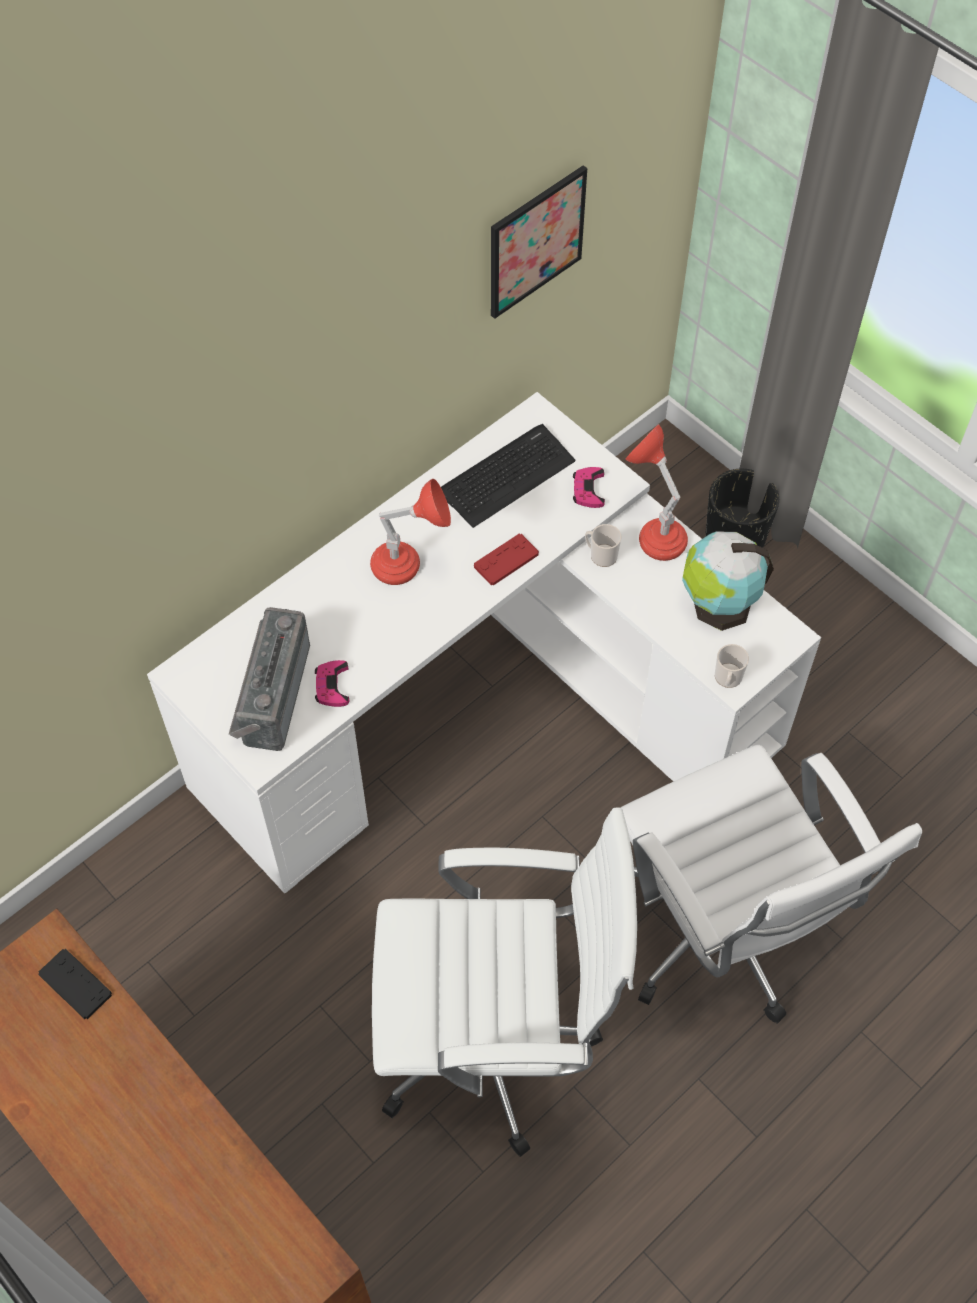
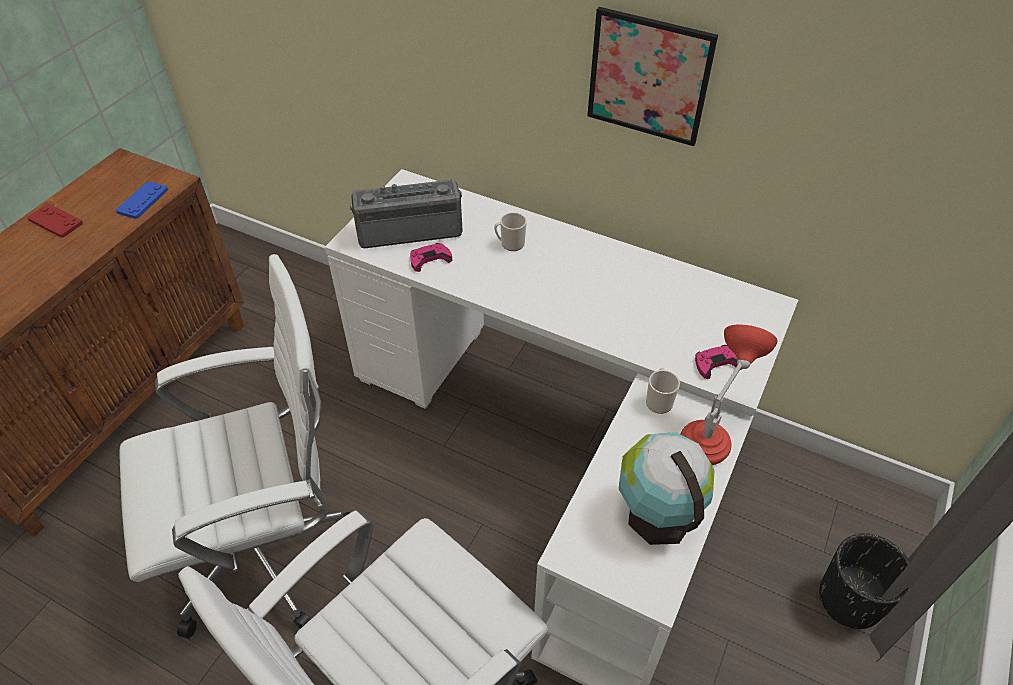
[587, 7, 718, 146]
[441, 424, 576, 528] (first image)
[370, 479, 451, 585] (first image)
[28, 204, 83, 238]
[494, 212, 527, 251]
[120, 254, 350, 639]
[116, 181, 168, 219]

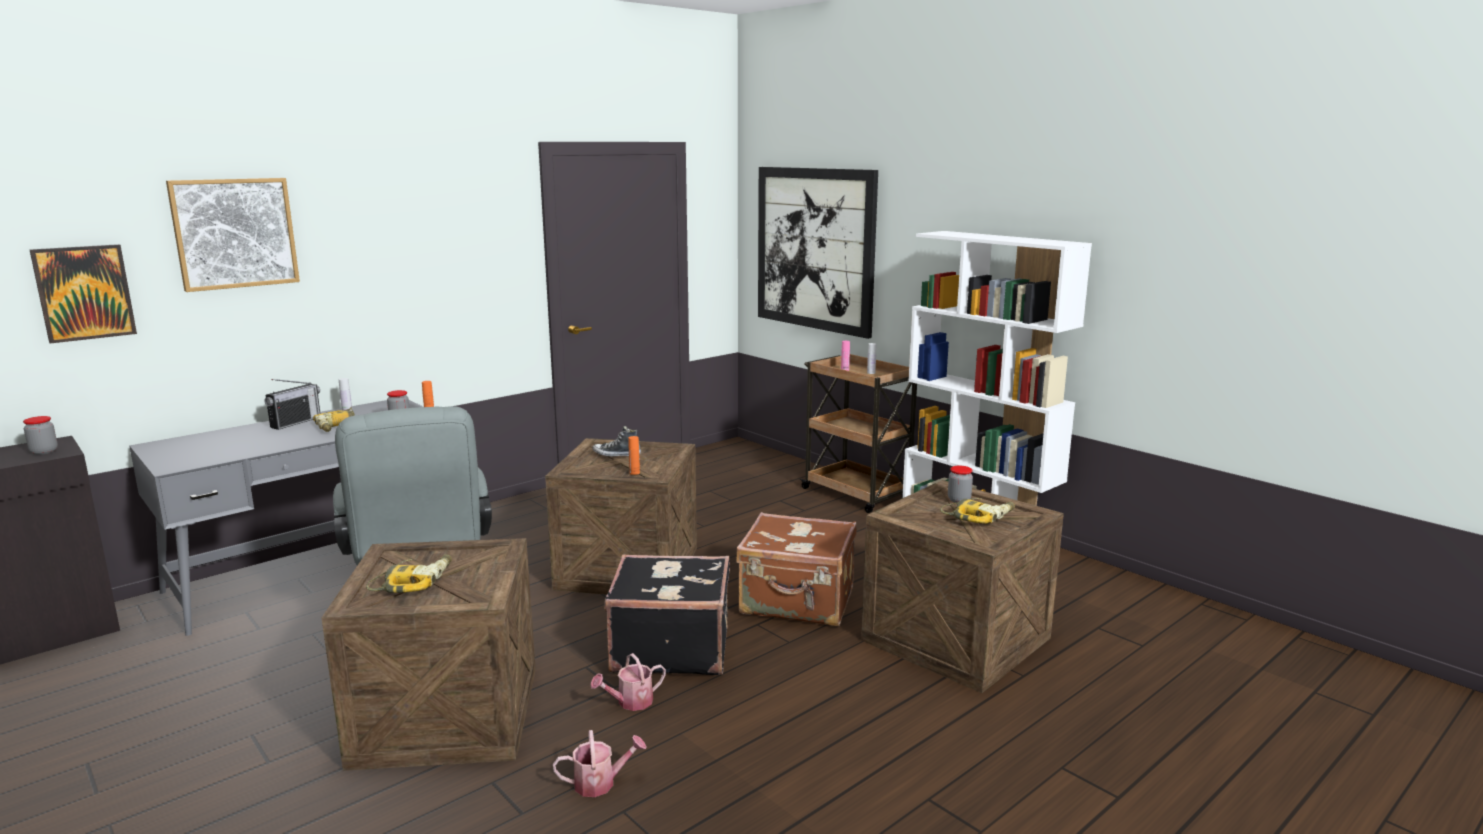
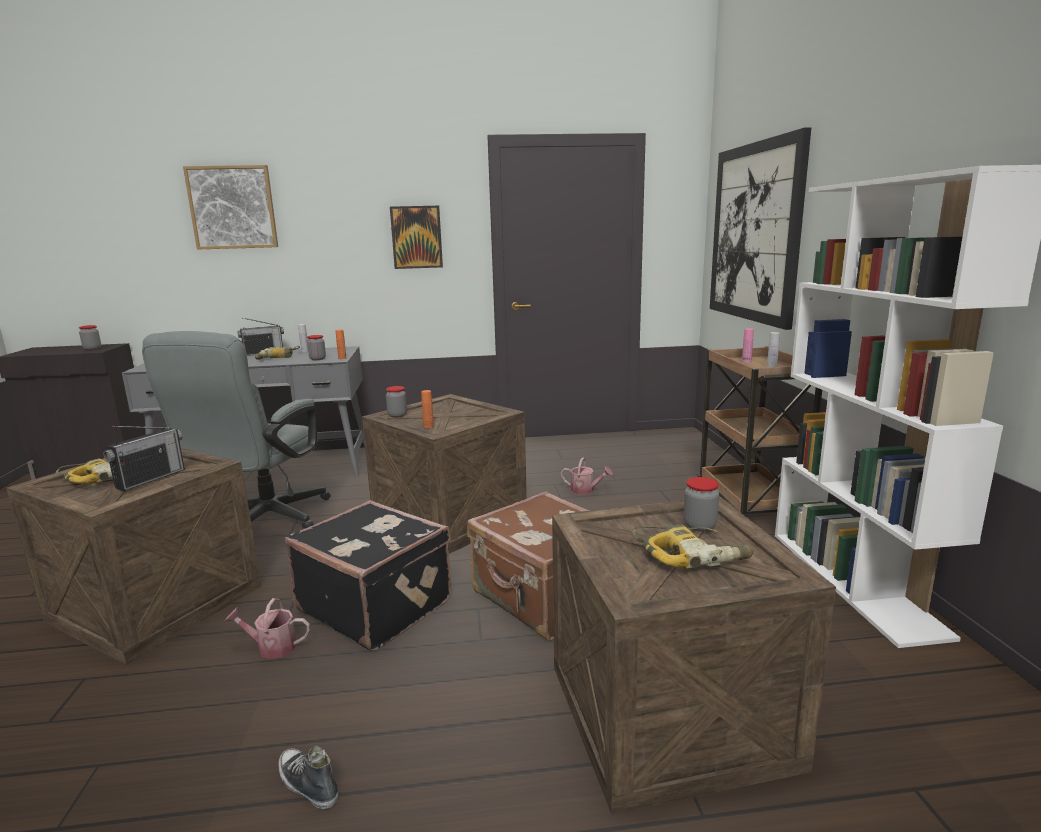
[390, 206, 443, 269]
[278, 746, 339, 809]
[561, 457, 613, 494]
[386, 386, 407, 418]
[104, 426, 185, 491]

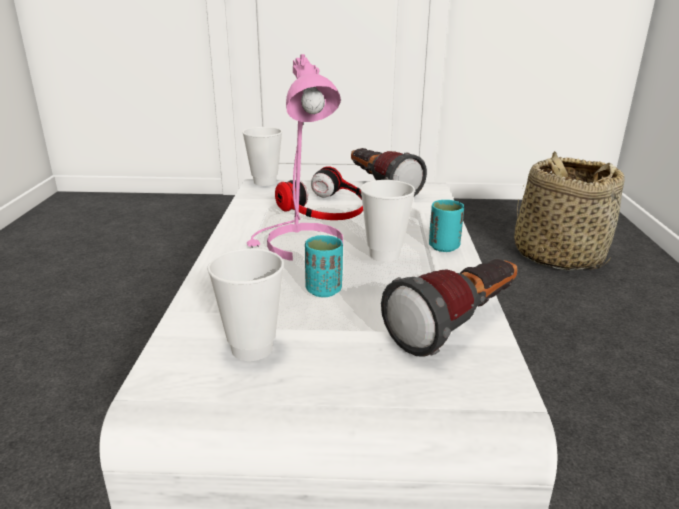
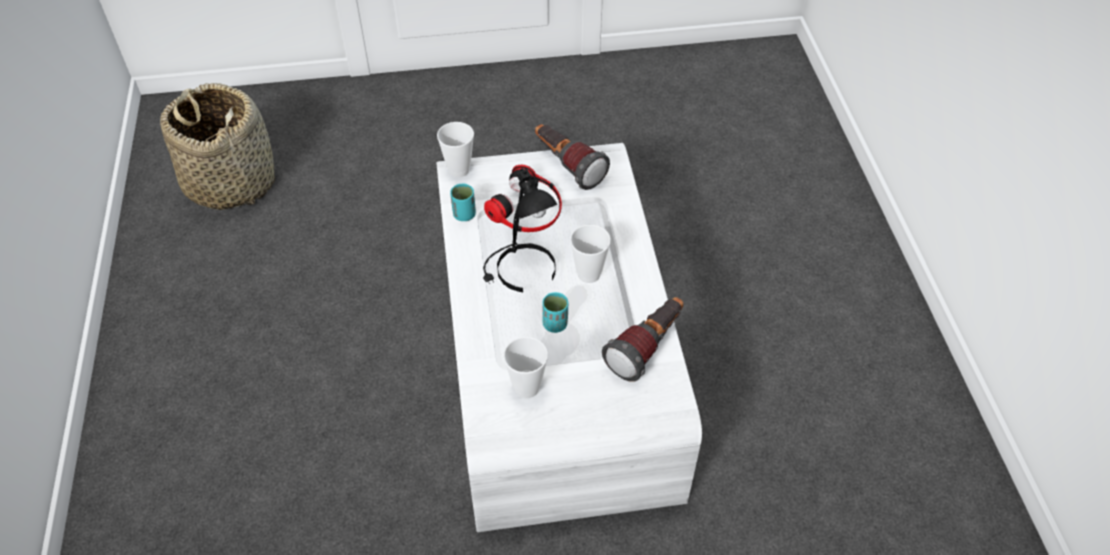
[483, 169, 557, 292]
[160, 83, 275, 210]
[450, 183, 476, 221]

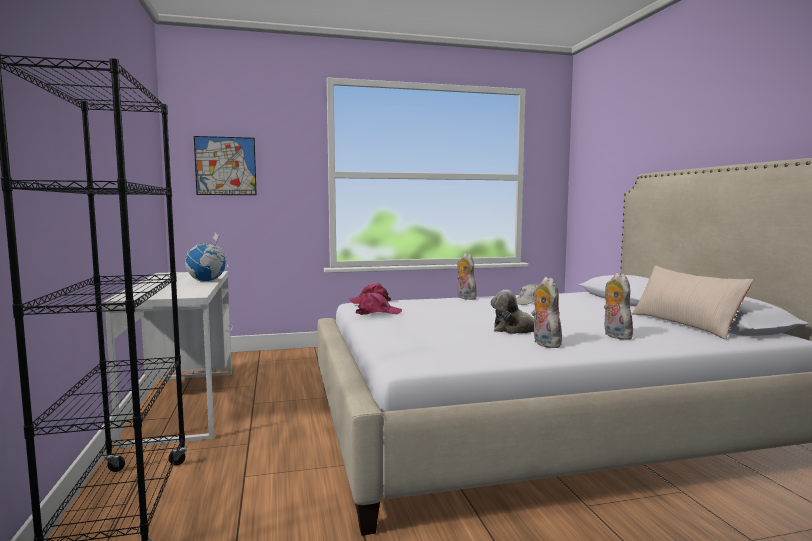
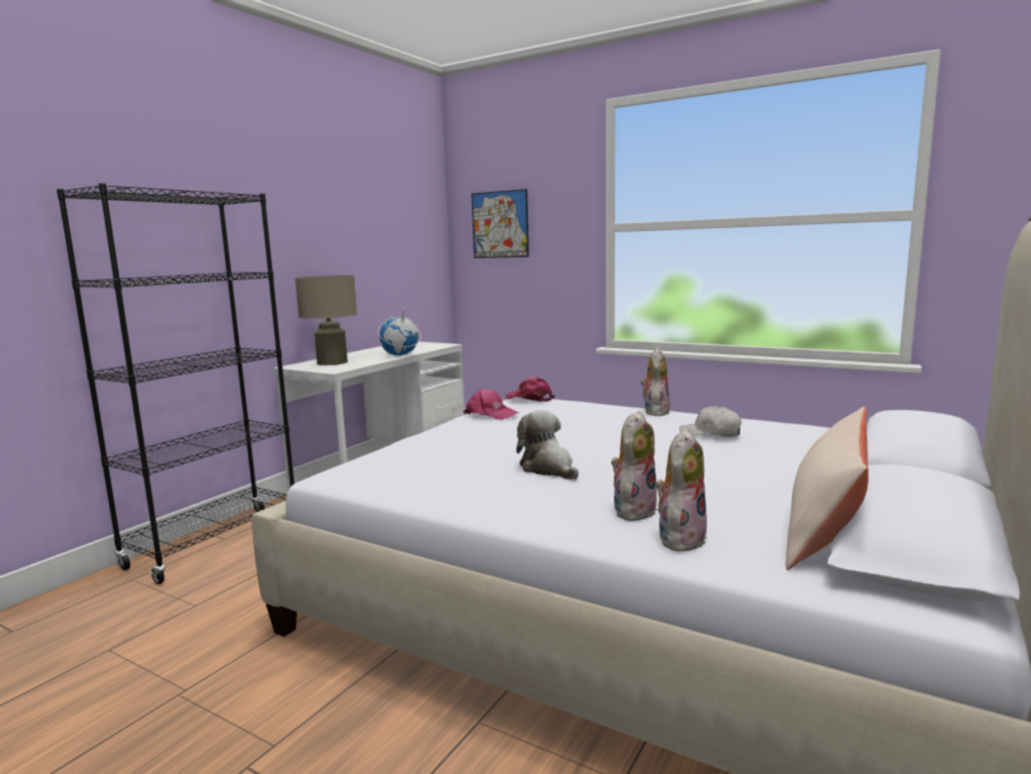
[655, 429, 707, 552]
[295, 275, 357, 365]

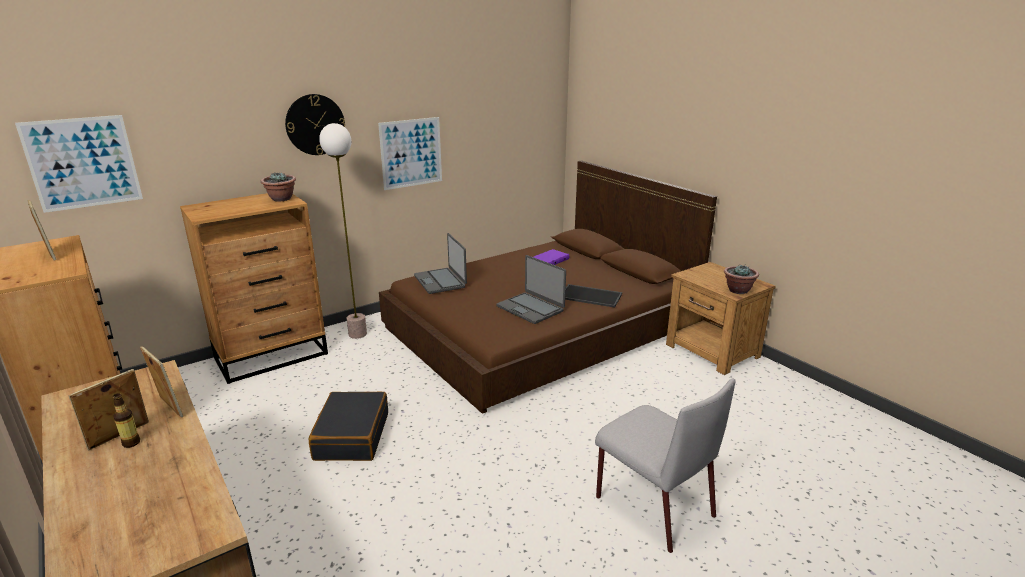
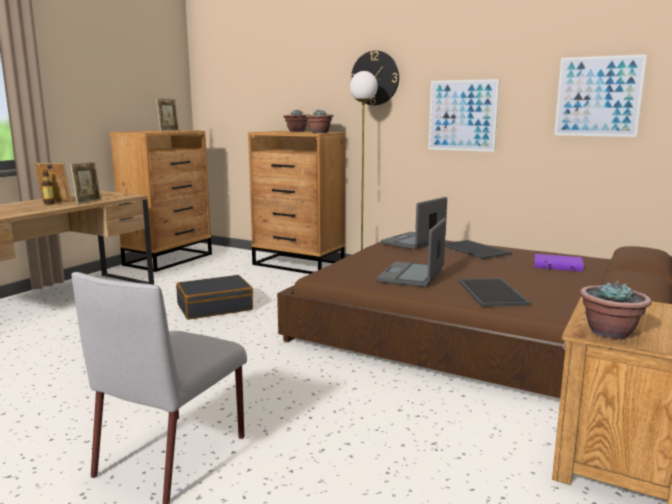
[554, 54, 647, 137]
[283, 110, 309, 132]
[445, 240, 512, 259]

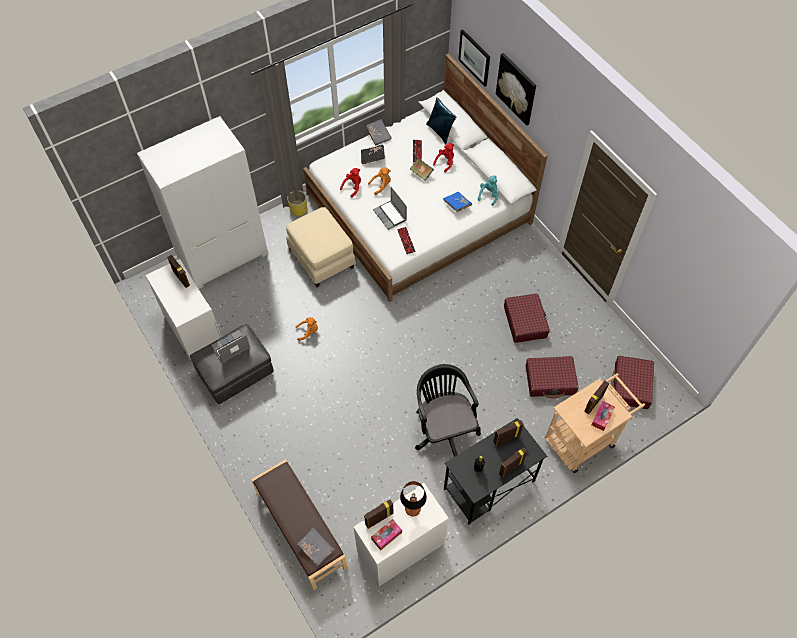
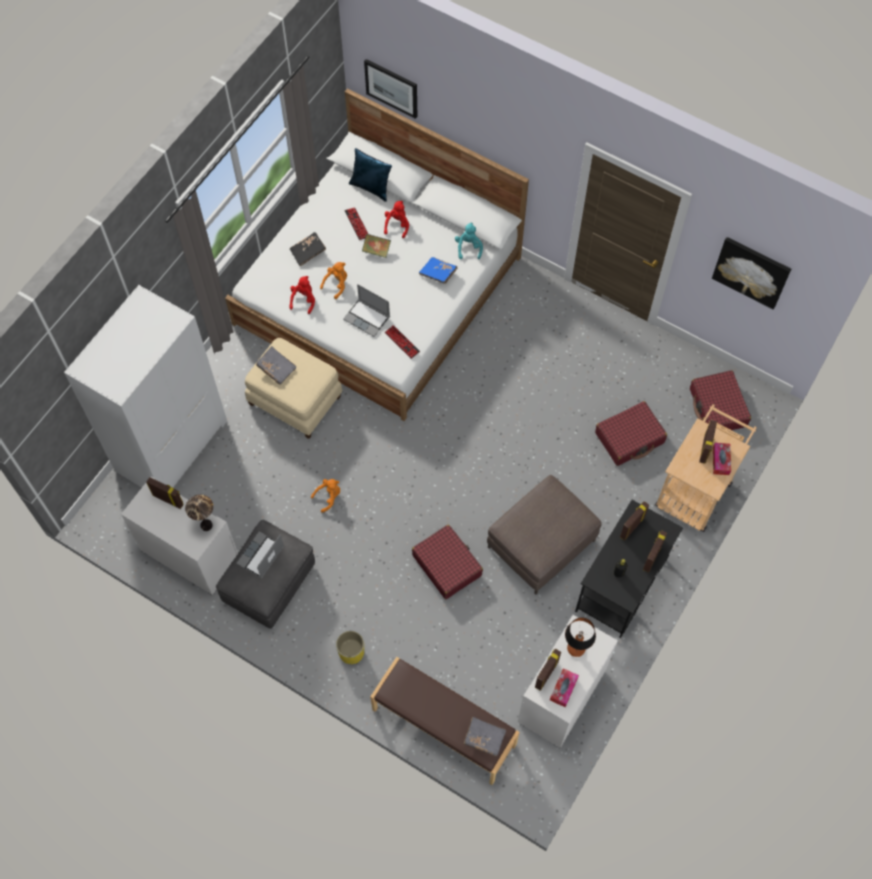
[712, 237, 791, 309]
[256, 346, 296, 385]
[336, 630, 364, 664]
[412, 525, 483, 599]
[487, 475, 602, 595]
[185, 495, 213, 531]

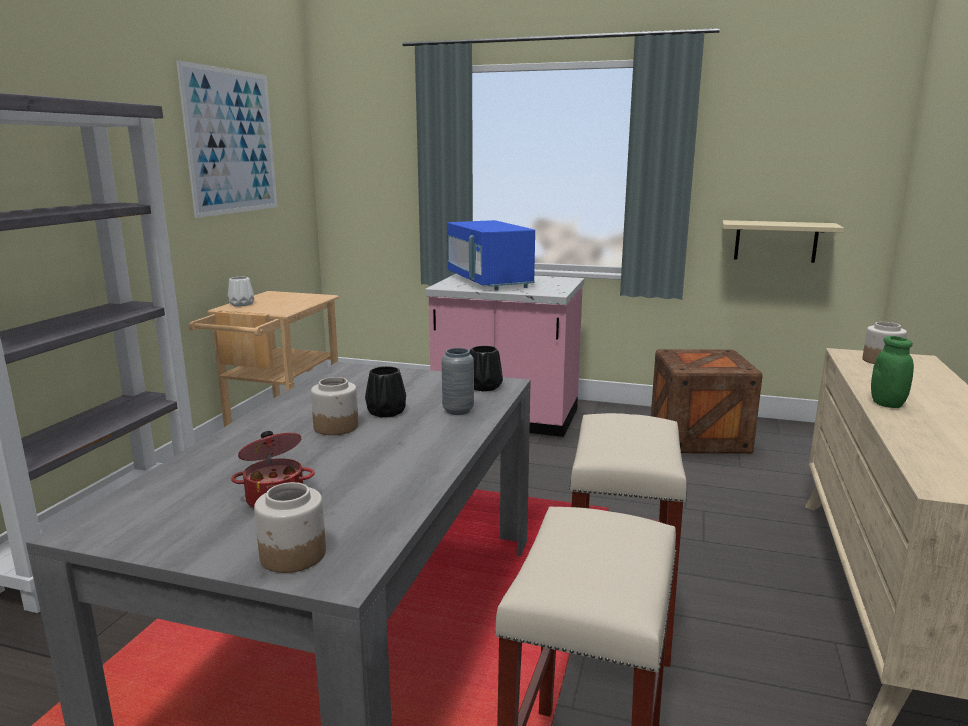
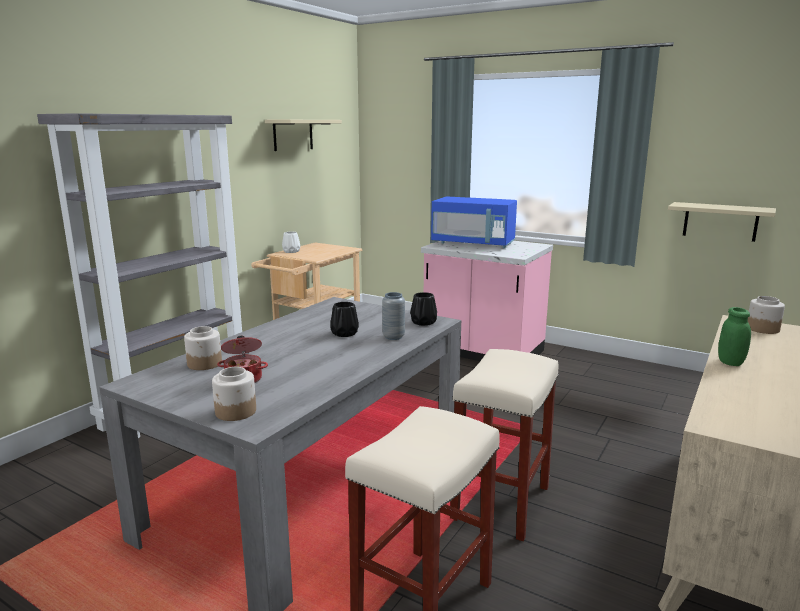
[265, 120, 342, 151]
[431, 196, 517, 248]
[651, 349, 763, 454] (first image)
[184, 326, 222, 370]

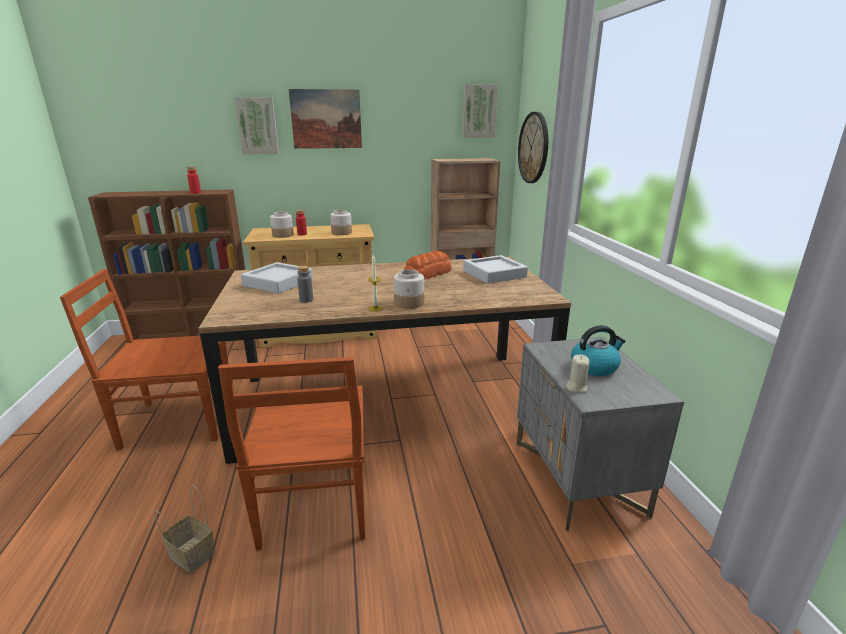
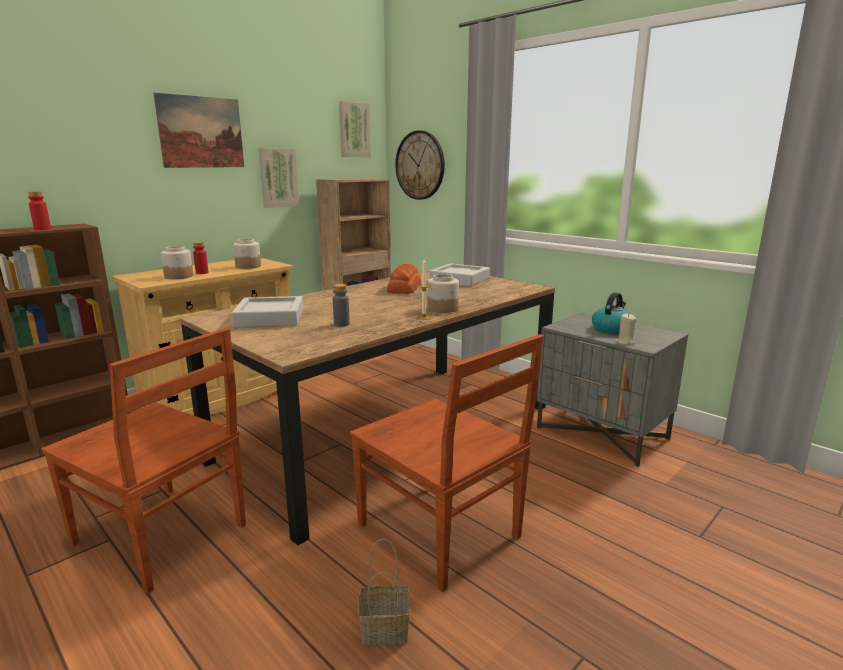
[259, 148, 299, 208]
[41, 328, 246, 594]

